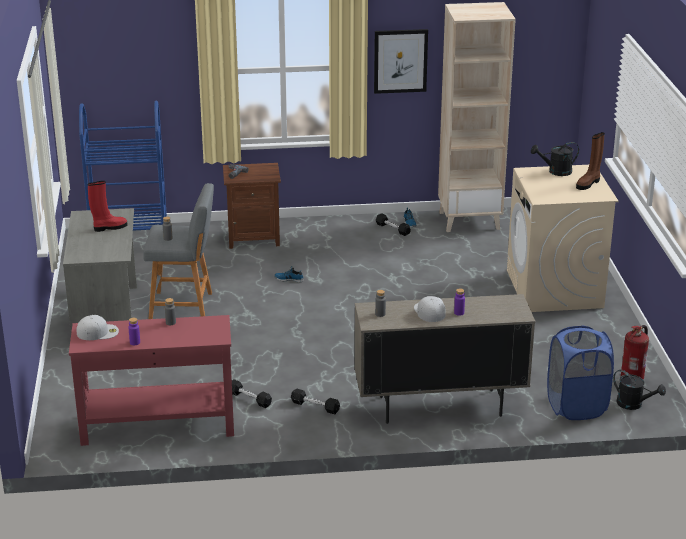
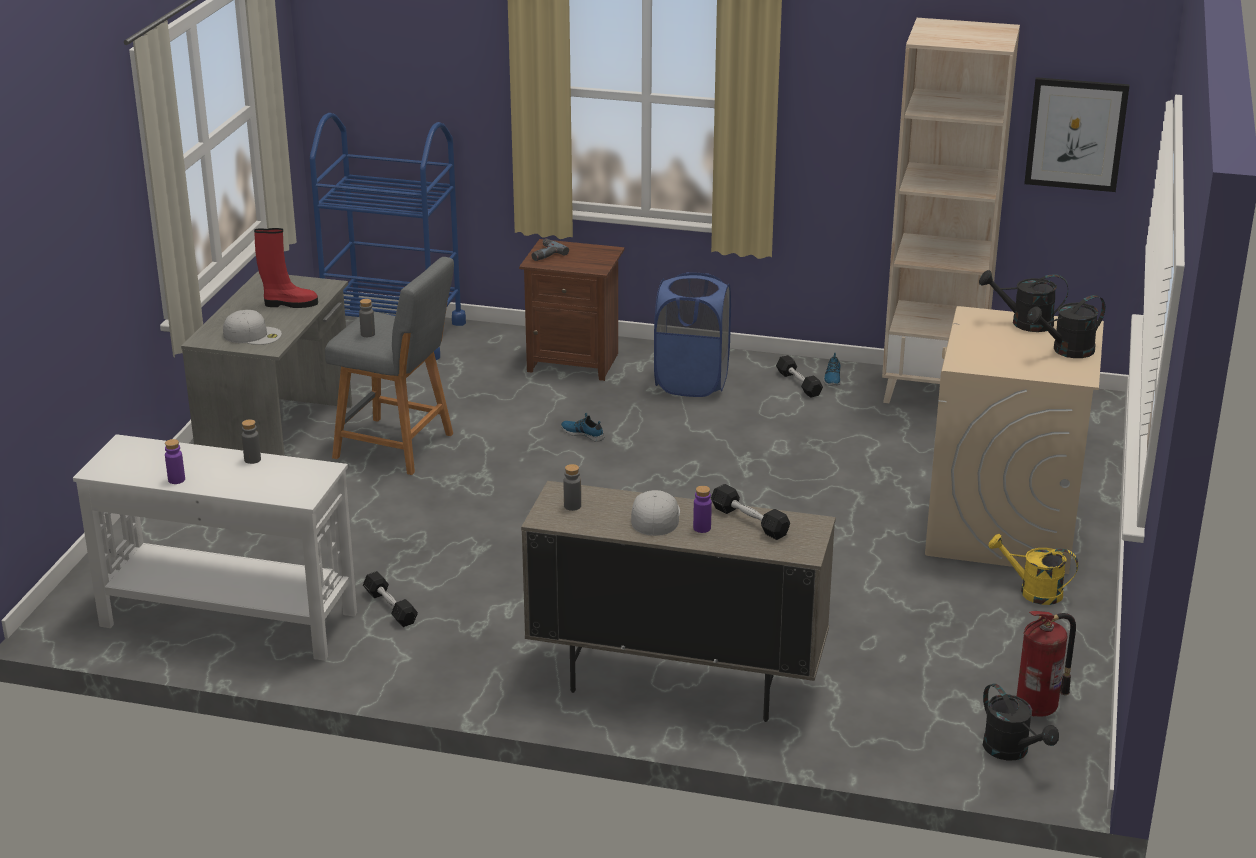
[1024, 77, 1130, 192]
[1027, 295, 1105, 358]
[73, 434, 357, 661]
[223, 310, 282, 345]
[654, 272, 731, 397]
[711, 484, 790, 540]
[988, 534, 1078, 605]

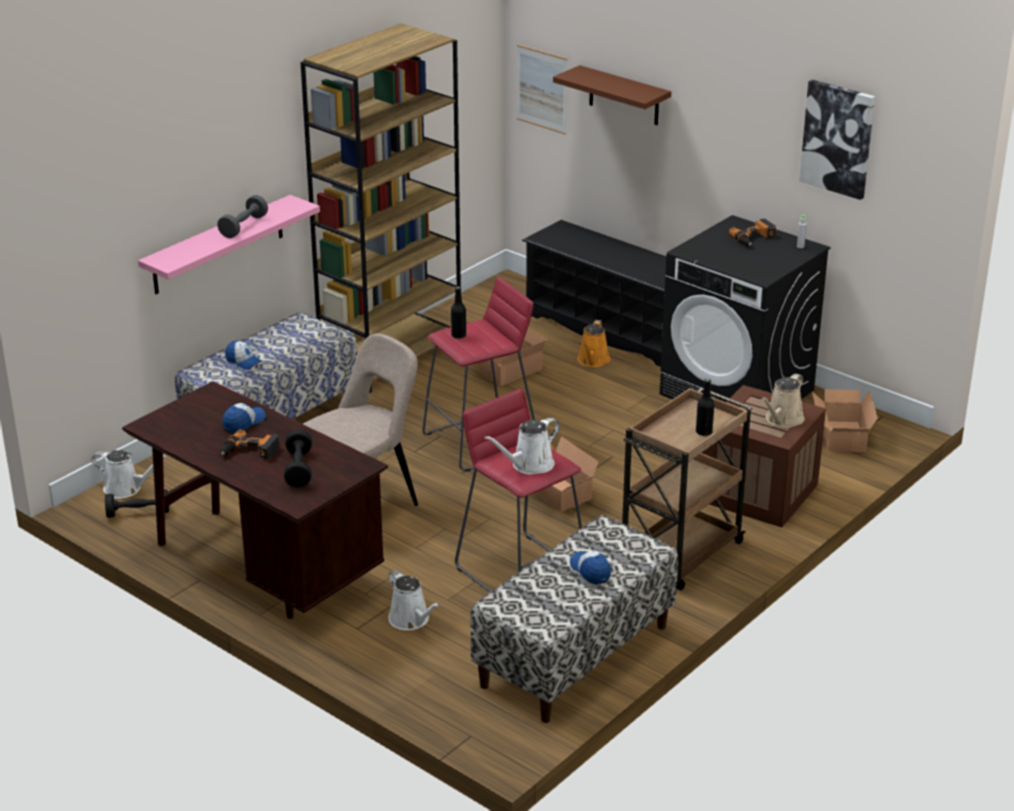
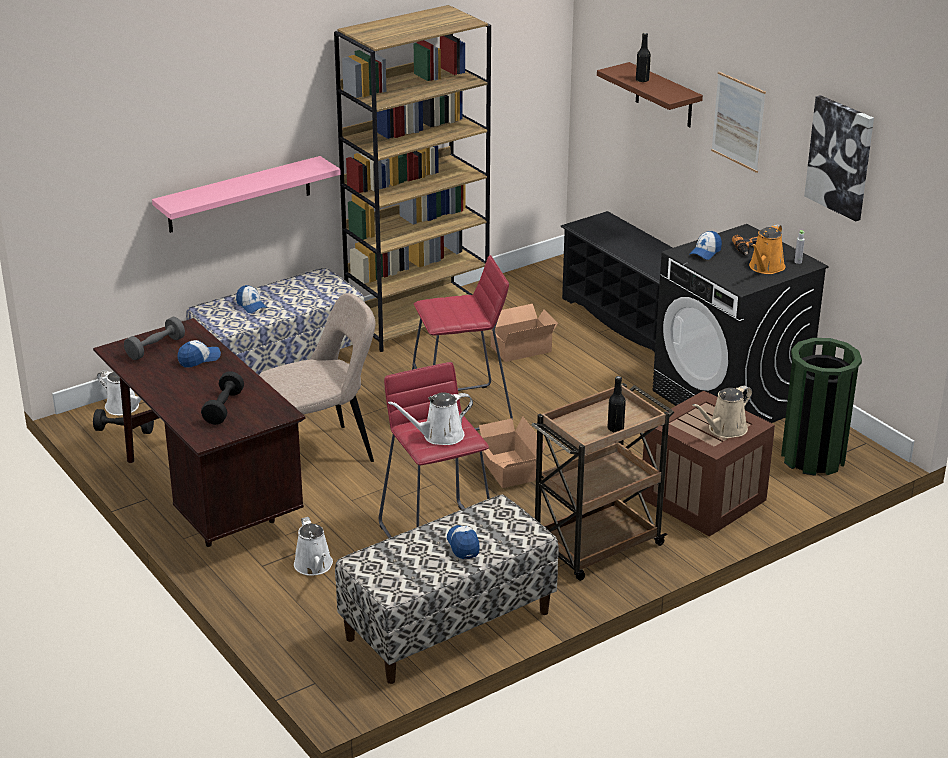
[711, 72, 766, 173]
[124, 317, 185, 360]
[636, 33, 651, 82]
[749, 224, 785, 274]
[781, 338, 862, 476]
[220, 429, 280, 460] (first image)
[690, 231, 722, 260]

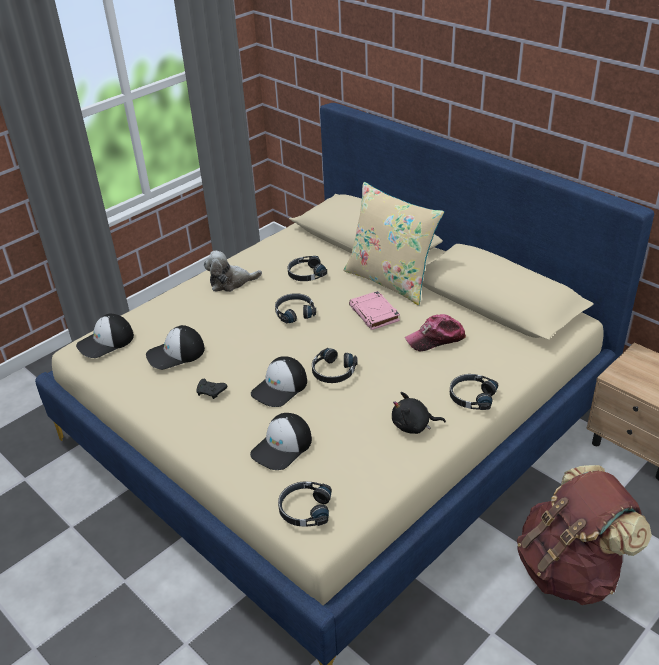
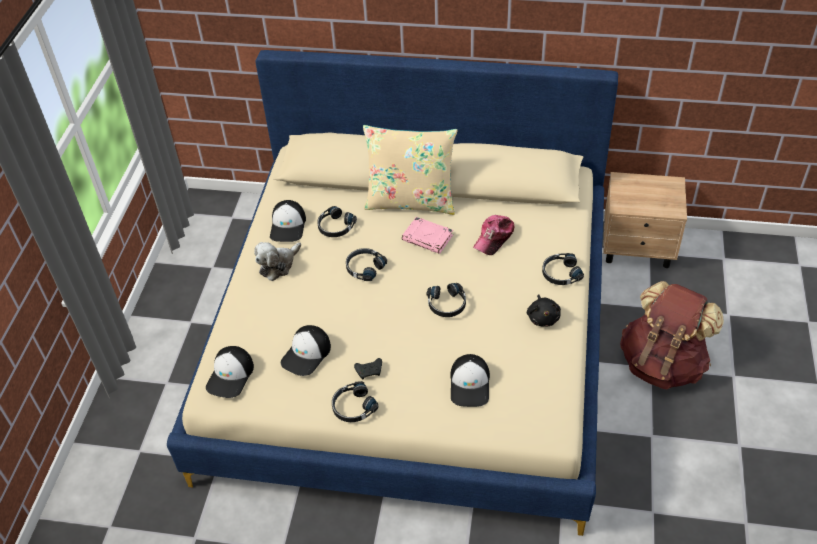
[270, 200, 306, 242]
[527, 294, 561, 327]
[332, 381, 379, 422]

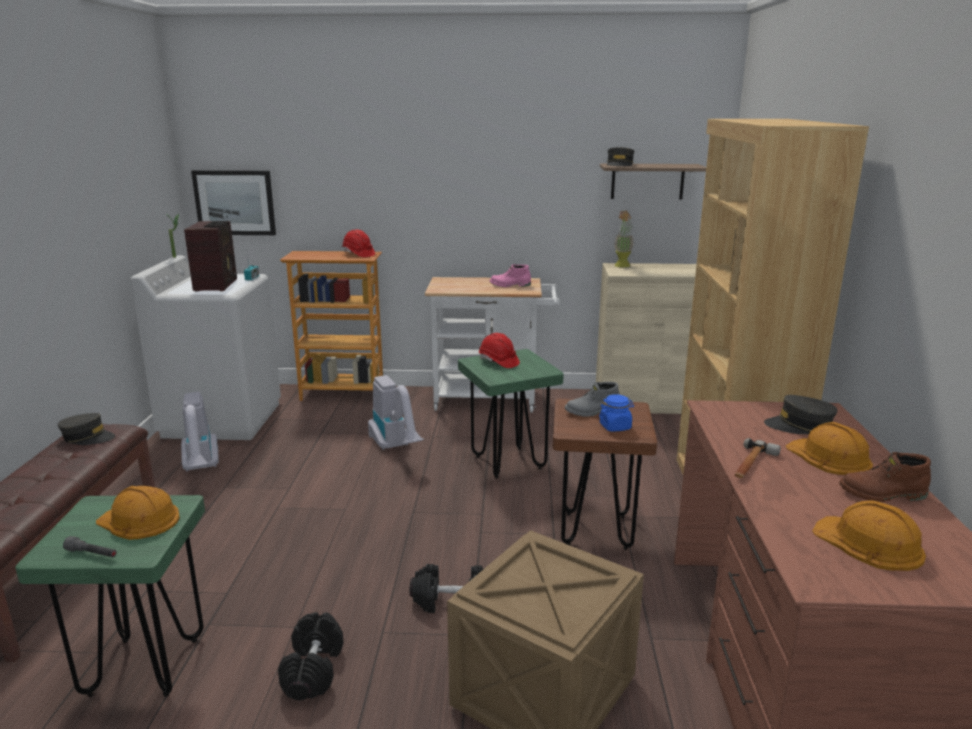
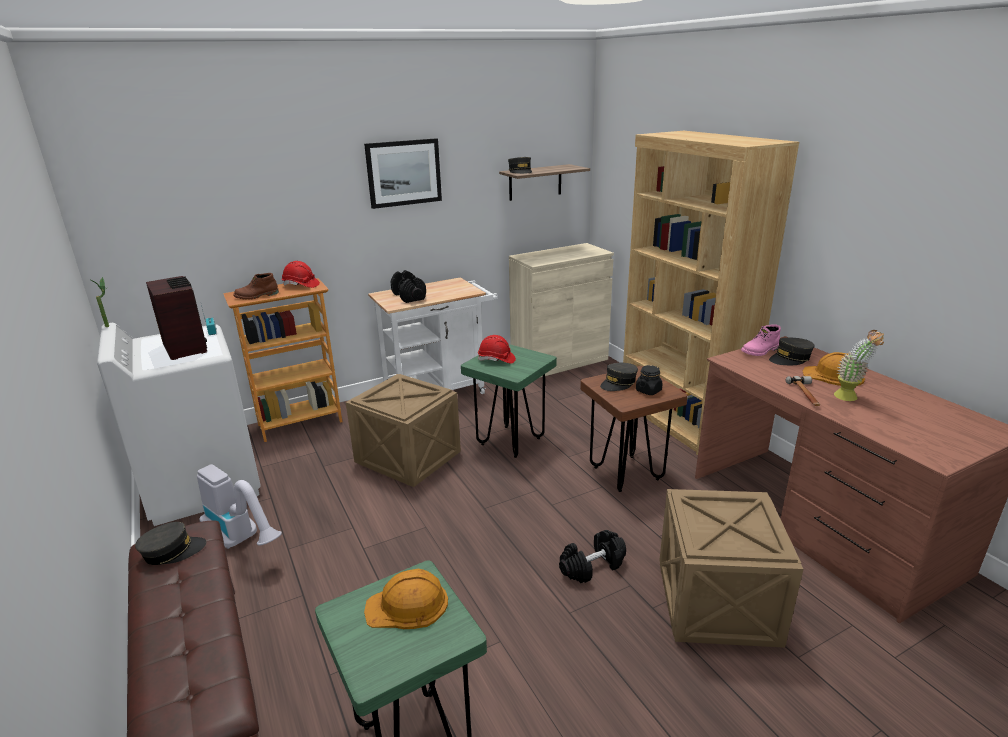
[364, 138, 442, 209]
[834, 330, 884, 401]
[741, 324, 781, 356]
[346, 374, 461, 487]
[600, 363, 638, 391]
[636, 365, 663, 395]
[233, 273, 279, 300]
[812, 500, 926, 571] (first image)
[63, 536, 117, 557] (first image)
[391, 270, 426, 303]

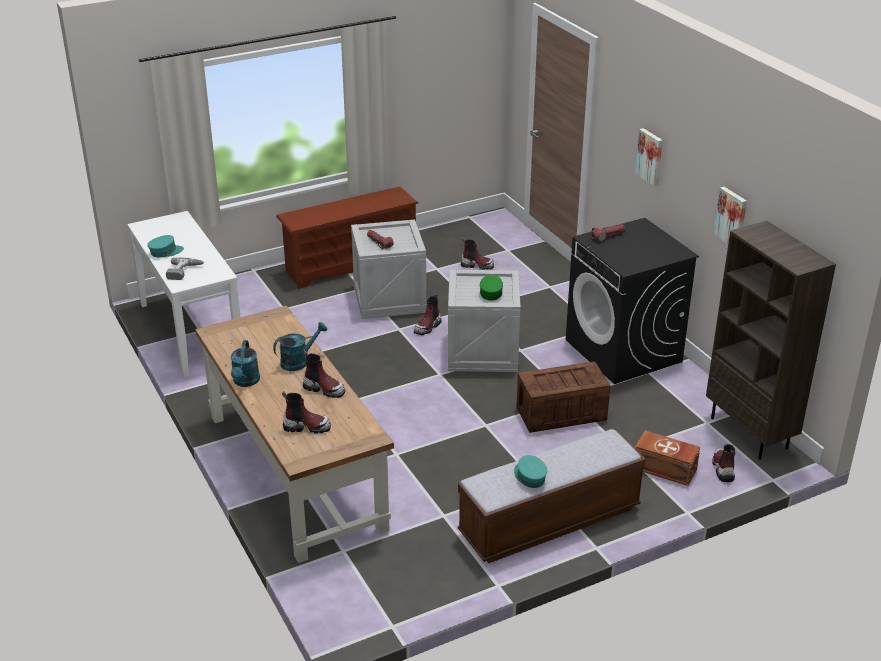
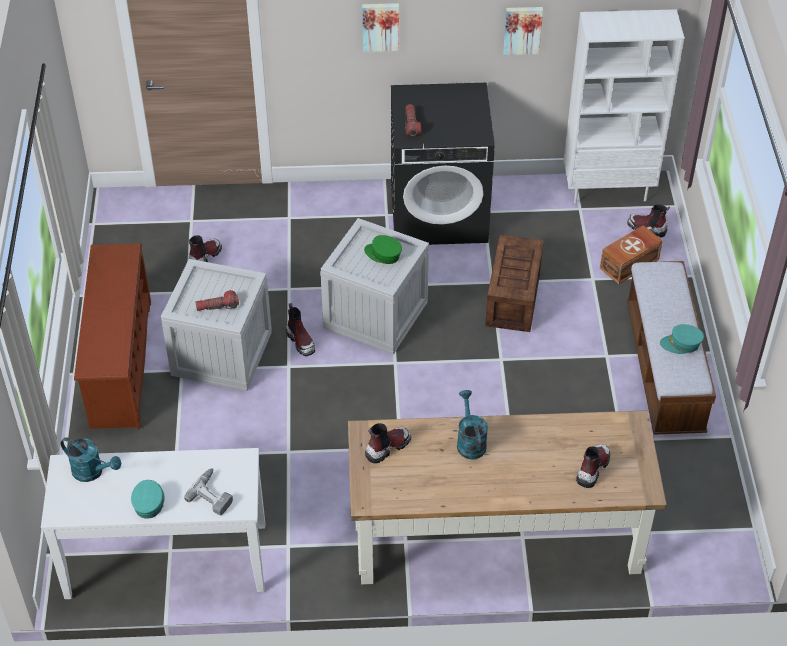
[564, 9, 684, 204]
[61, 437, 122, 482]
[365, 423, 411, 464]

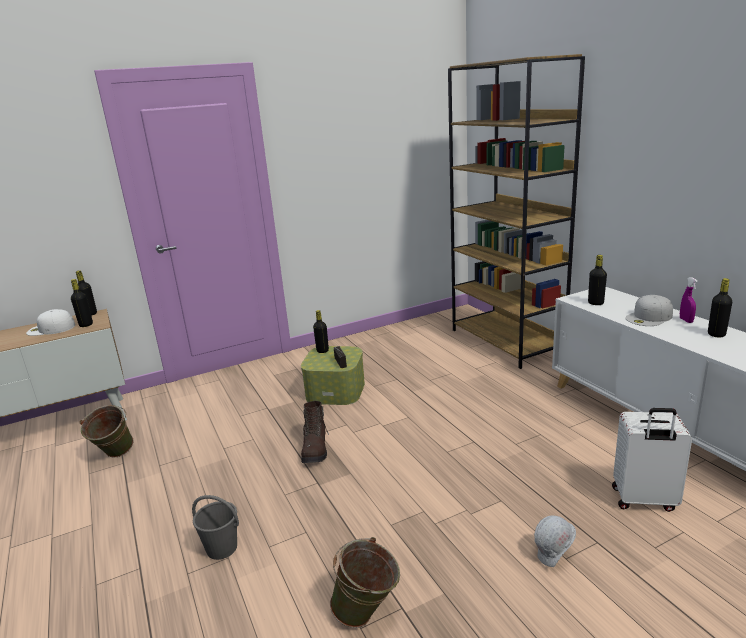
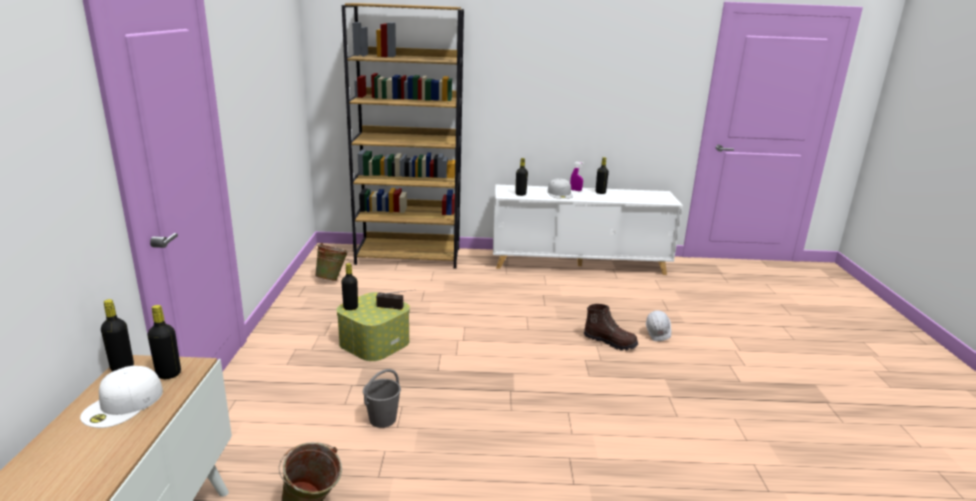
[584, 304, 638, 351]
[612, 408, 692, 512] (first image)
[363, 369, 401, 428]
[315, 243, 348, 281]

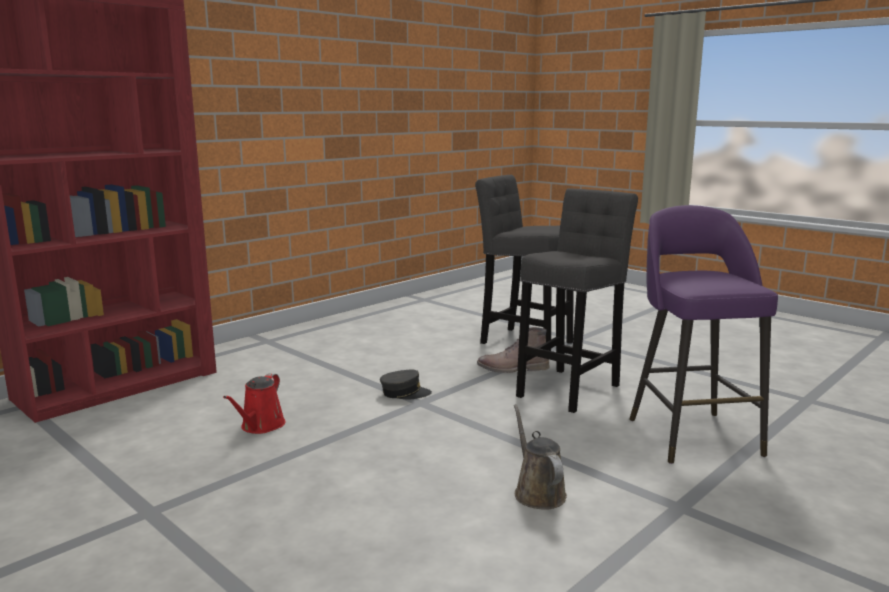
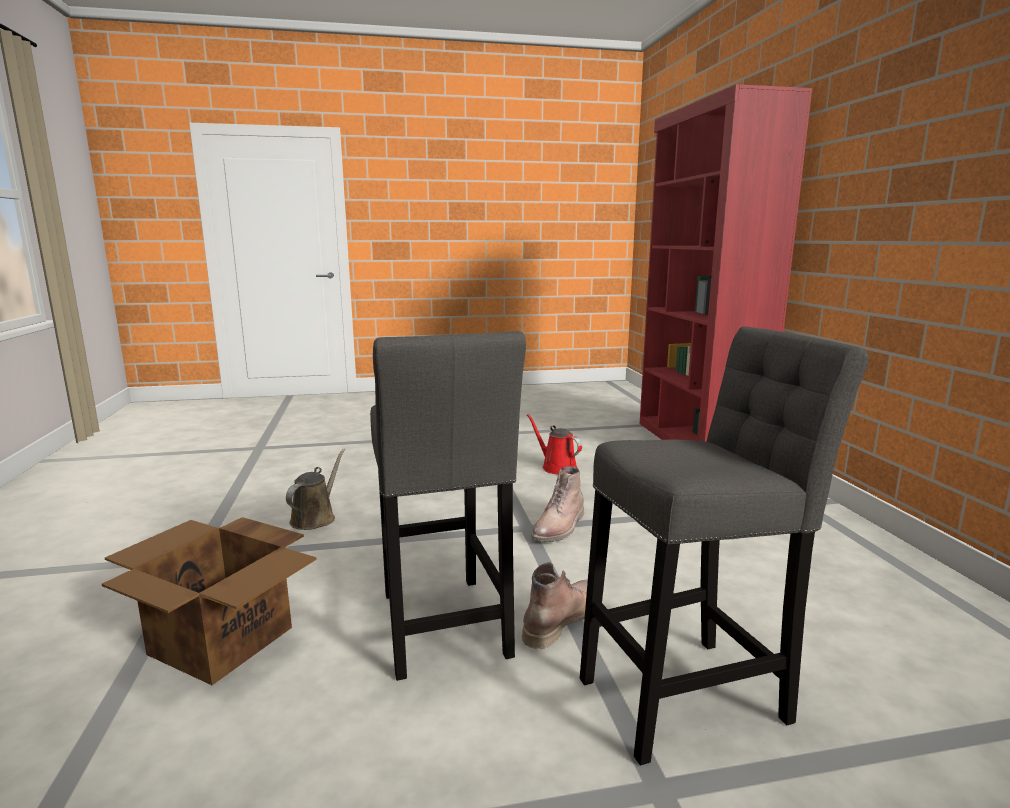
[102, 517, 317, 685]
[531, 467, 584, 542]
[286, 448, 345, 530]

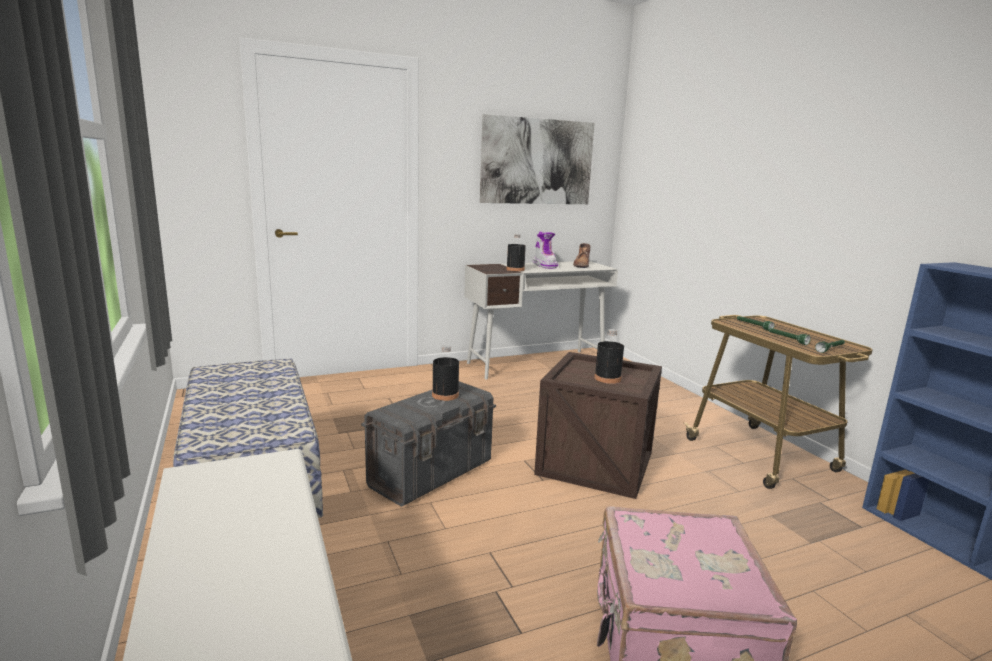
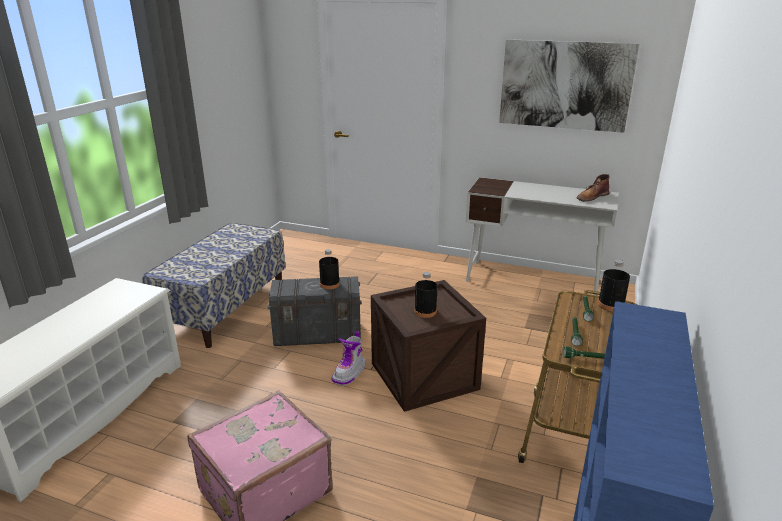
[331, 331, 366, 385]
[598, 259, 630, 311]

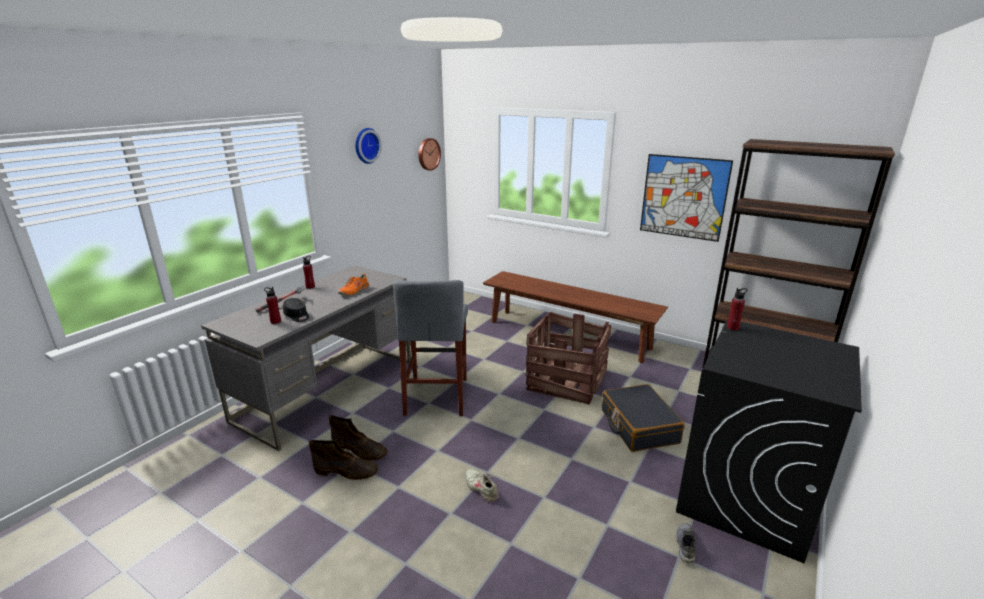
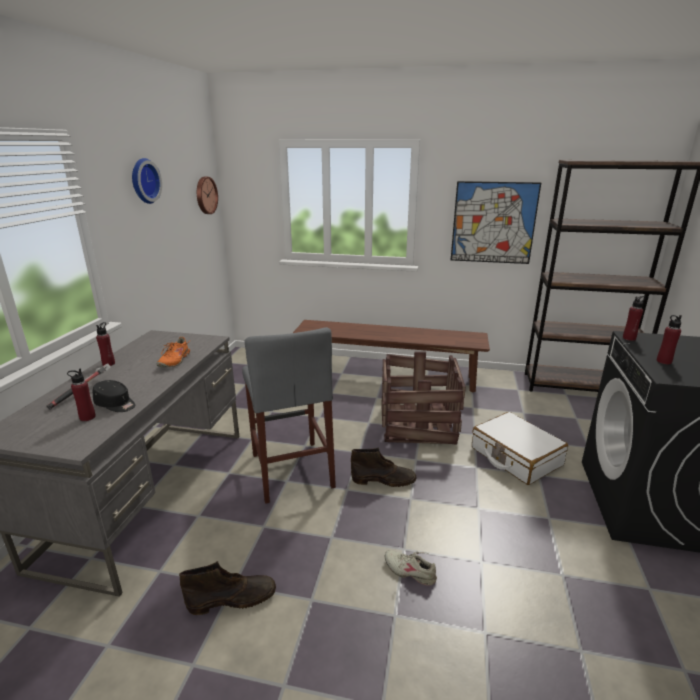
[472, 412, 568, 485]
[351, 447, 417, 487]
[676, 523, 696, 563] (first image)
[656, 315, 682, 364]

